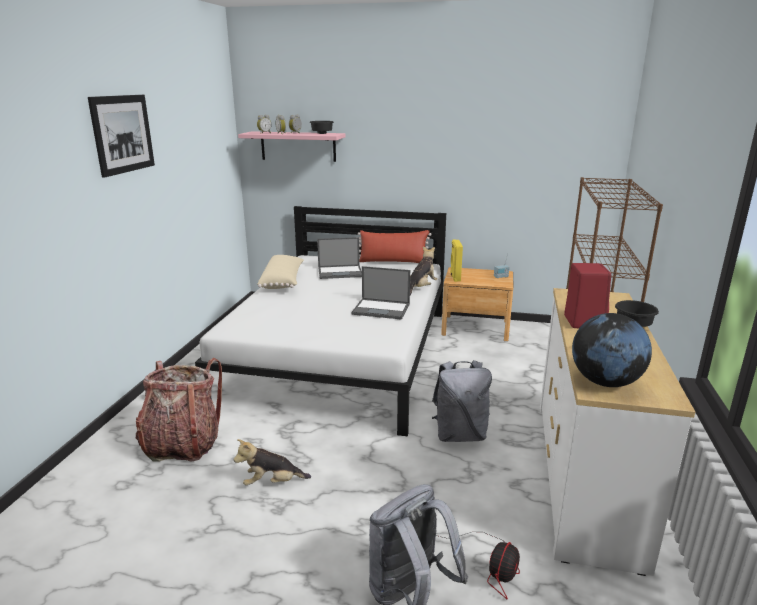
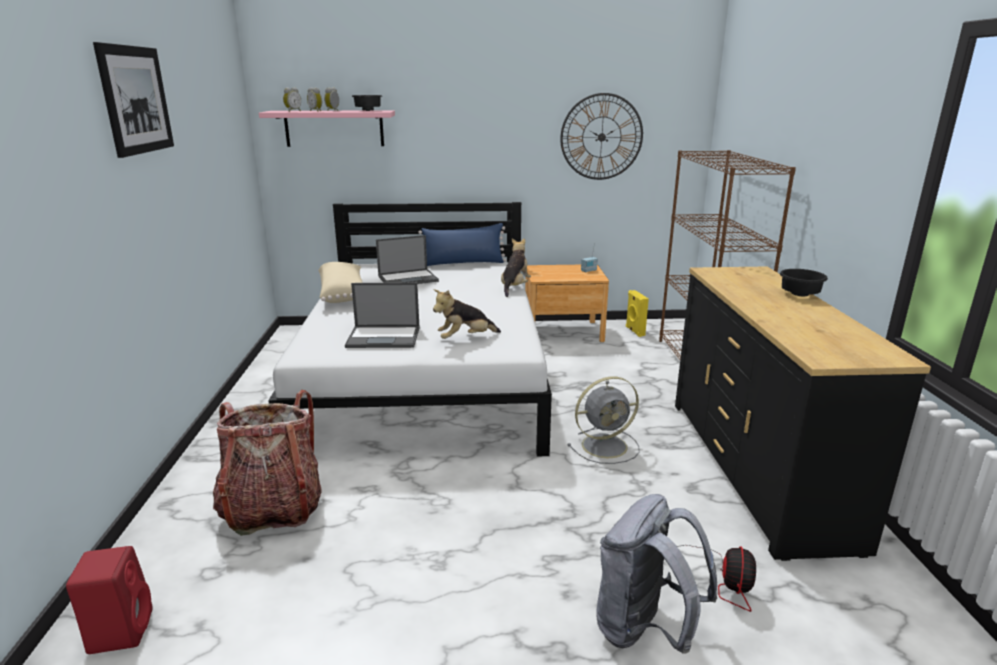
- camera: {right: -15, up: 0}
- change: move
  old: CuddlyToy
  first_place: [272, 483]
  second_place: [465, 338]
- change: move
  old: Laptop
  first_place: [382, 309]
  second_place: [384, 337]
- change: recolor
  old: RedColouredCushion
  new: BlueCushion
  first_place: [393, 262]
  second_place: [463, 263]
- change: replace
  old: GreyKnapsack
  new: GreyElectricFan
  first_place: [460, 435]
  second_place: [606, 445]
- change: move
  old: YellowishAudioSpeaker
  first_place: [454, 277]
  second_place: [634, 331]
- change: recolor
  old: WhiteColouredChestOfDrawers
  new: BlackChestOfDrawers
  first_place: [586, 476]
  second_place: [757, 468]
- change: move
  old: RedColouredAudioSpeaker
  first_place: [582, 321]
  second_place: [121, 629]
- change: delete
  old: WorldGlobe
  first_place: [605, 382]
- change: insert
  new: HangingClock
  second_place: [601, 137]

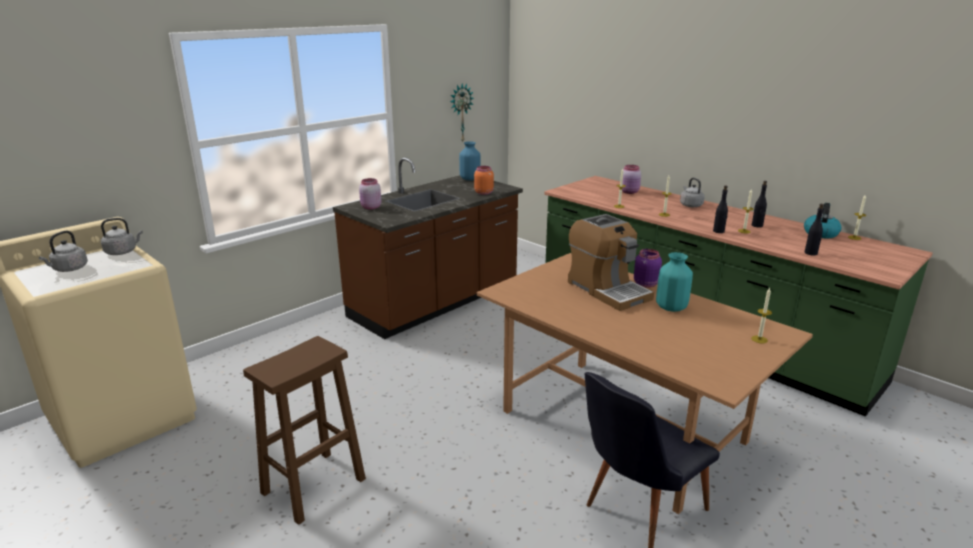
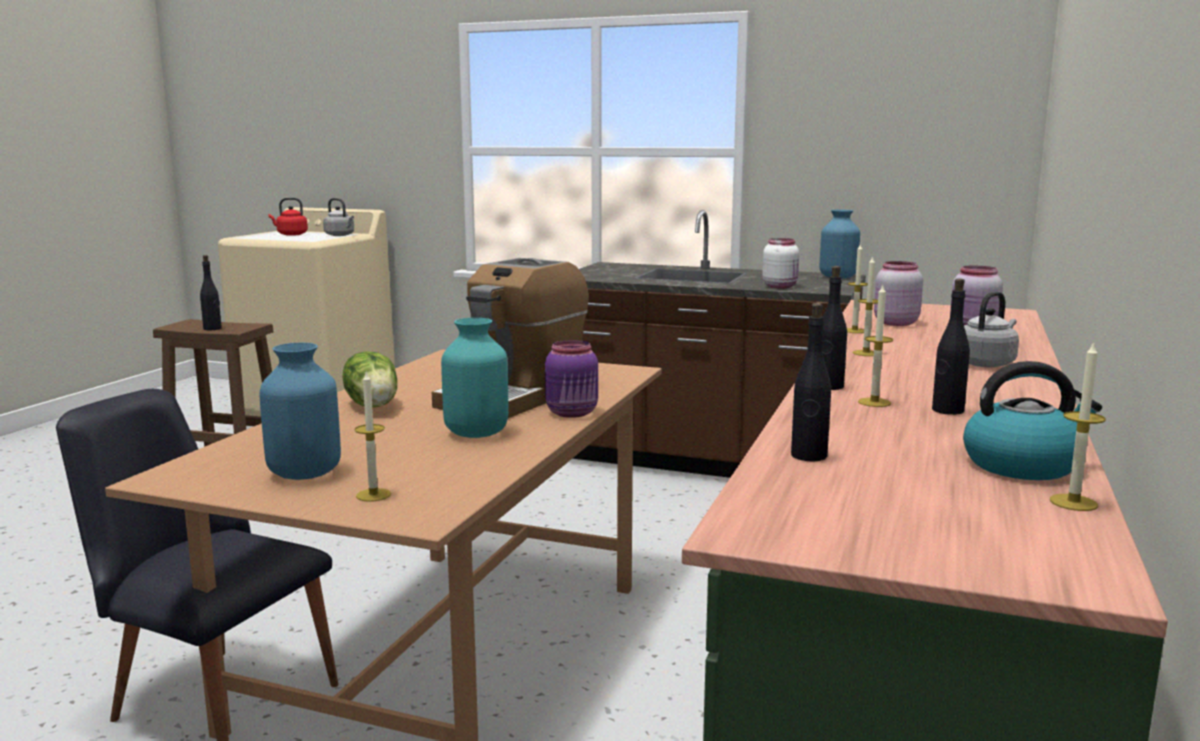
- camera: {right: 65, up: -10}
- change: recolor
  old: GreyWaterKettle
  new: RedColouredWaterKettle
  first_place: [69, 269]
  second_place: [290, 234]
- change: move
  old: PinkJar
  first_place: [370, 207]
  second_place: [894, 323]
- change: delete
  old: HangingClock
  first_place: [460, 113]
- change: recolor
  old: OrangeColouredJar
  new: WhiteColouredJar
  first_place: [483, 192]
  second_place: [780, 286]
- change: insert
  new: BlackBottle
  second_place: [212, 328]
- change: insert
  new: BlueVase
  second_place: [303, 473]
- change: insert
  new: Lettuce
  second_place: [374, 405]

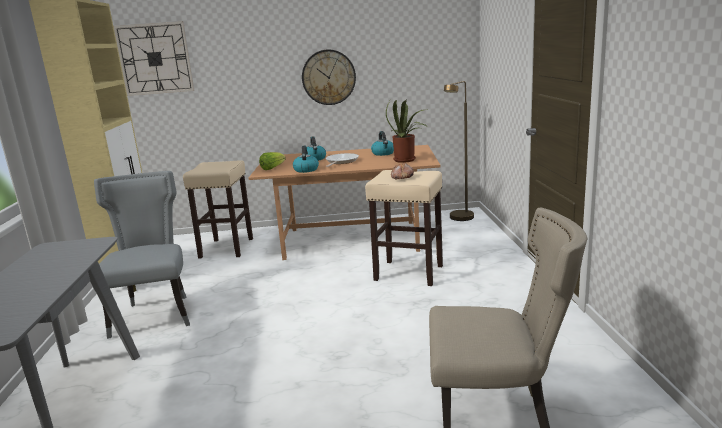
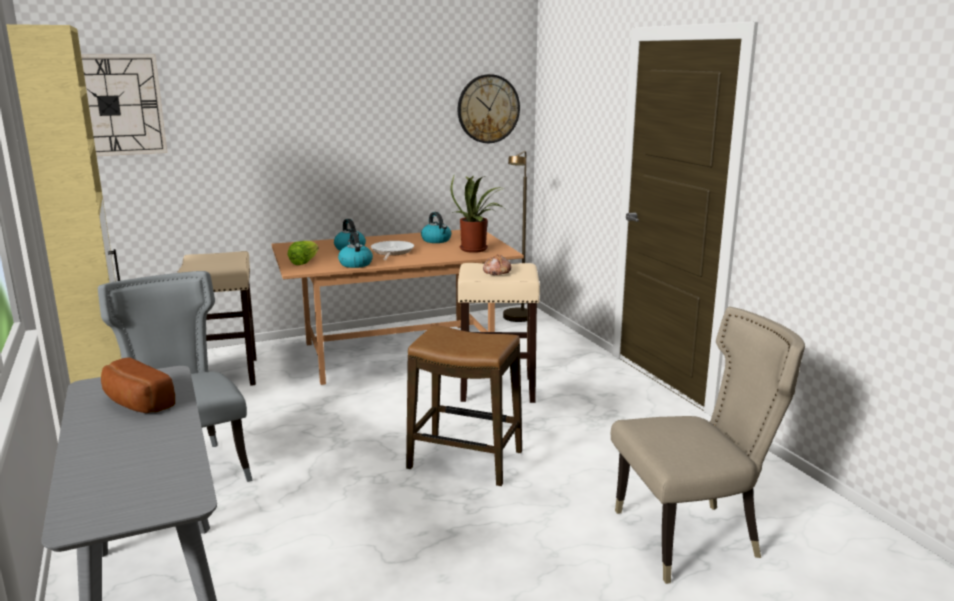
- camera: {right: -20, up: 0}
- change: move
  old: HangingClock
  first_place: [328, 77]
  second_place: [488, 109]
- change: insert
  new: BakedBread
  second_place: [135, 403]
- change: insert
  new: StoolSeat
  second_place: [465, 460]

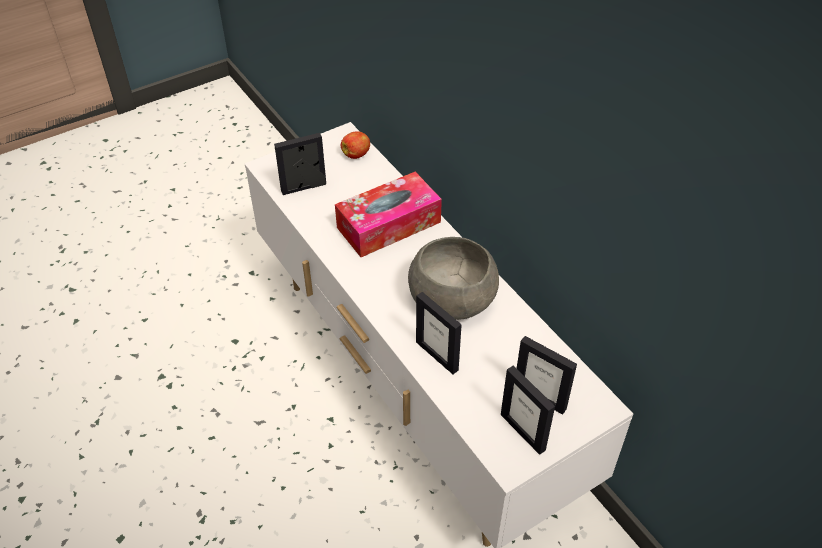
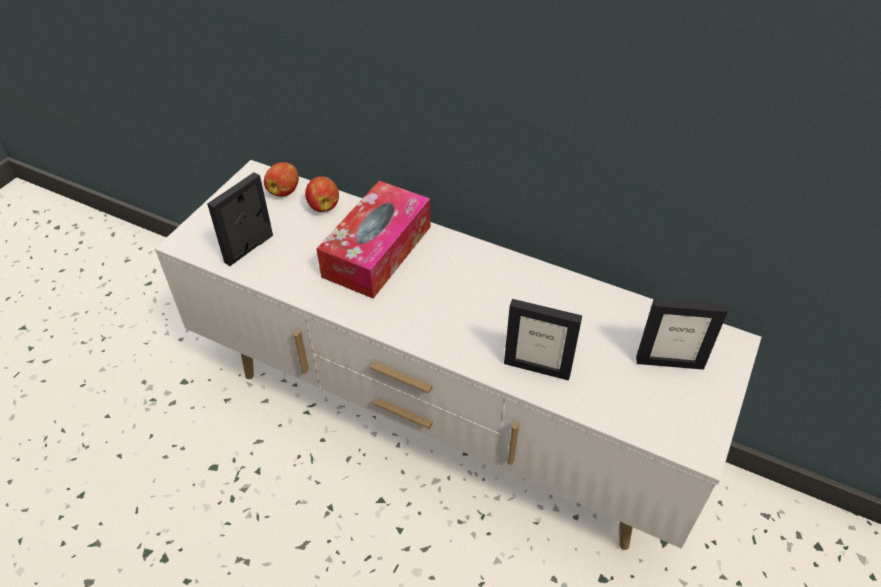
- camera: {right: -30, up: 0}
- change: delete
  old: GreyBowl
  first_place: [453, 299]
- change: delete
  old: StandingFrame
  first_place: [523, 432]
- change: insert
  new: Apple
  second_place: [323, 206]

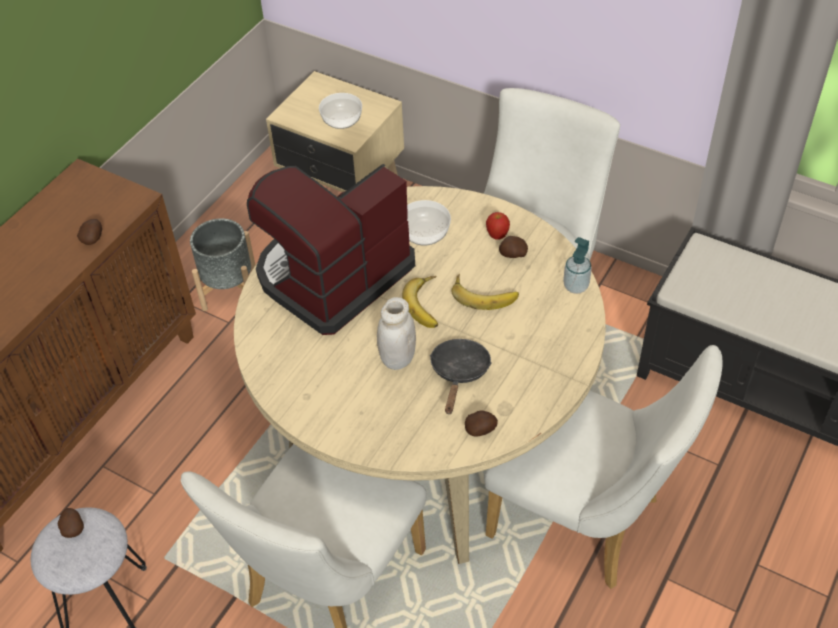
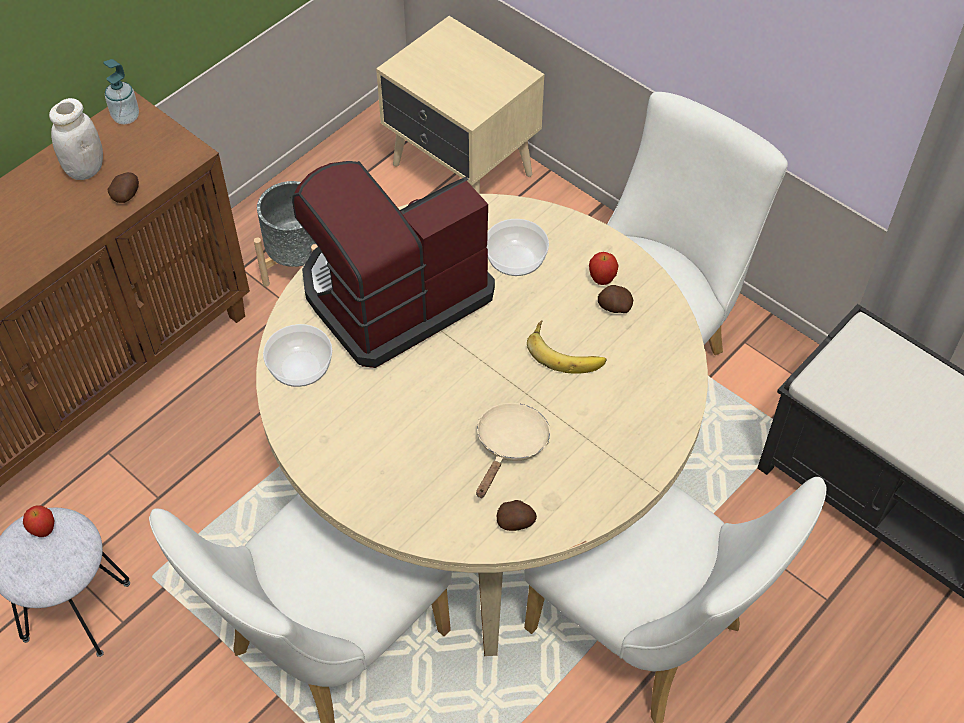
- camera: {right: 10, up: 5}
- change: replace
  old: WholePotato
  new: Apple
  first_place: [73, 528]
  second_place: [44, 530]
- change: move
  old: Bowl
  first_place: [342, 119]
  second_place: [301, 366]
- change: move
  old: WhiteColouredJar
  first_place: [397, 358]
  second_place: [85, 169]
- change: delete
  old: Banana
  first_place: [428, 304]
- change: recolor
  old: BlackFryingPan
  new: BeigeColouredFryingPan
  first_place: [459, 373]
  second_place: [510, 446]
- change: move
  old: SoapBottle
  first_place: [575, 286]
  second_place: [126, 117]

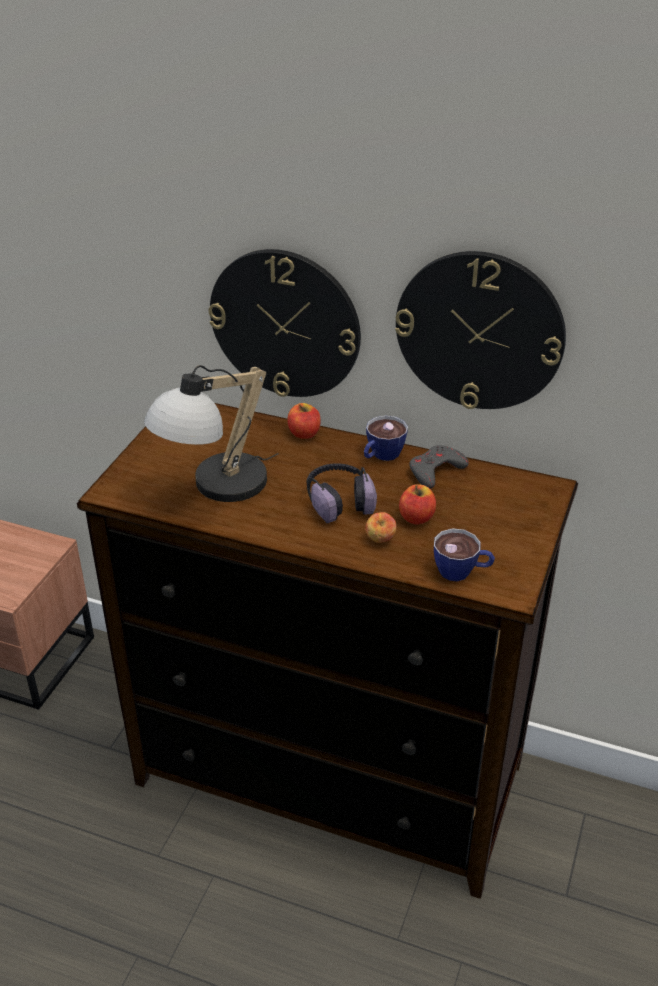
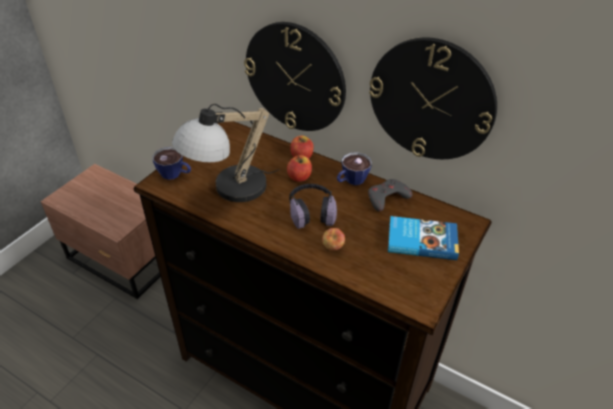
- camera: {right: 10, up: 5}
- change: move
  old: Apple
  first_place: [416, 517]
  second_place: [299, 177]
- change: move
  old: SmallCup
  first_place: [462, 572]
  second_place: [175, 174]
- change: insert
  new: Volume
  second_place: [421, 240]

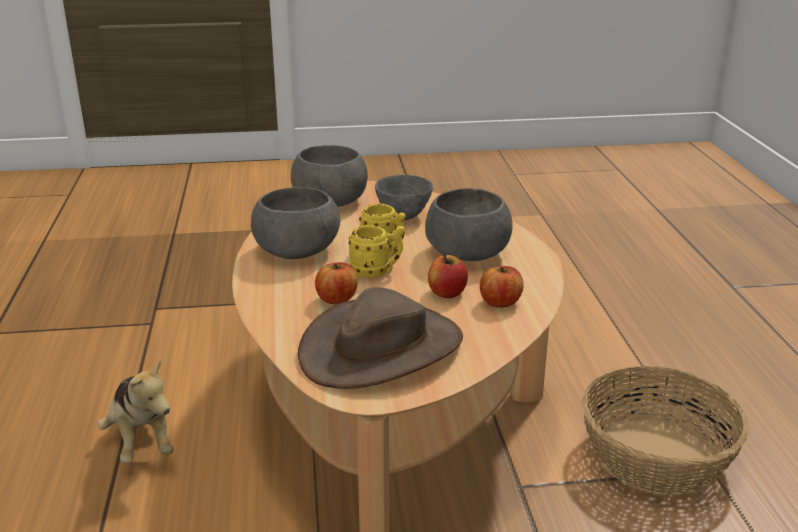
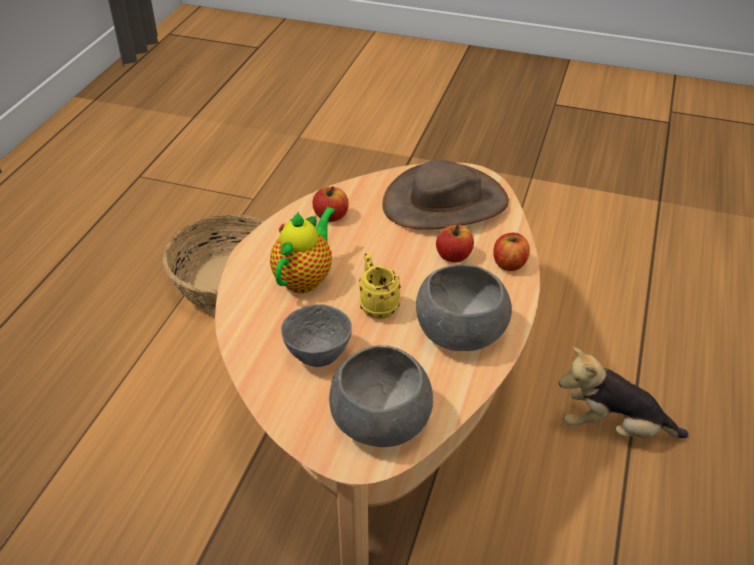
- camera: {right: -155, up: 15}
- change: rotate
  old: CuddlyToy
  first_place: [142, 441]
  second_place: [613, 428]
  degrees: -75
- change: delete
  old: YellowishCoffeeMug
  first_place: [377, 272]
- change: replace
  old: GreyBowl
  new: PotForTea
  first_place: [466, 252]
  second_place: [305, 278]
- change: move
  old: Apple
  first_place: [447, 293]
  second_place: [509, 264]

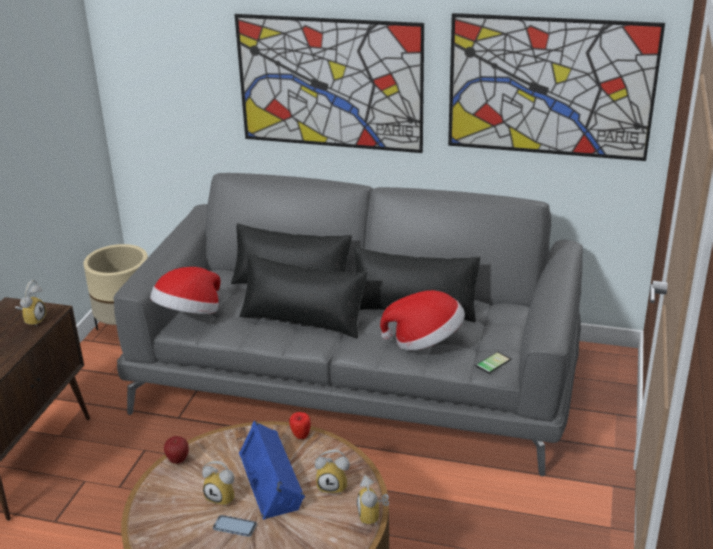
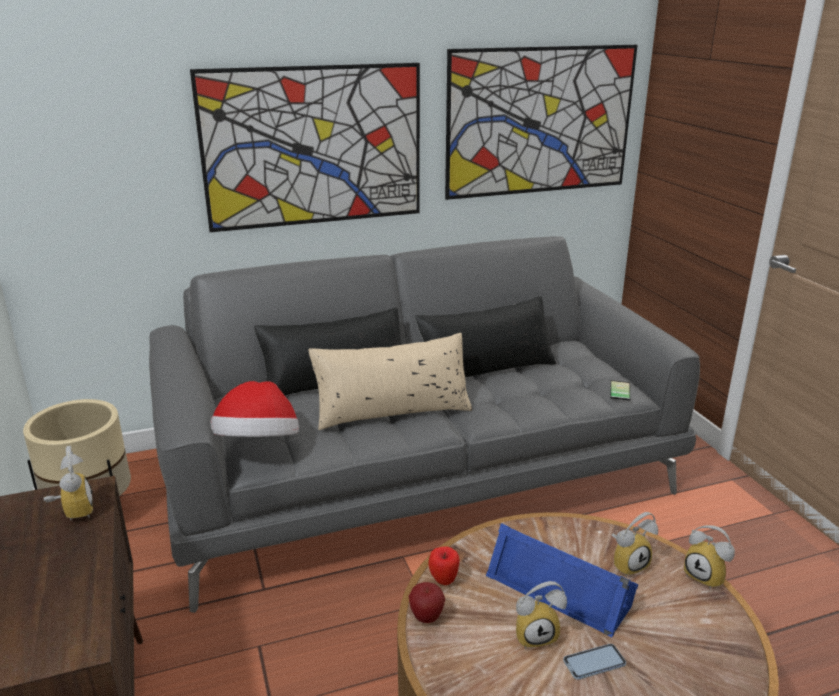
- camera: {right: -35, up: -5}
- change: recolor
  old: BlackCushion
  new: BeigeColouredCushion
  first_place: [303, 319]
  second_place: [392, 410]
- change: move
  old: Apple
  first_place: [300, 436]
  second_place: [443, 581]
- change: delete
  old: WearableHat
  first_place: [425, 341]

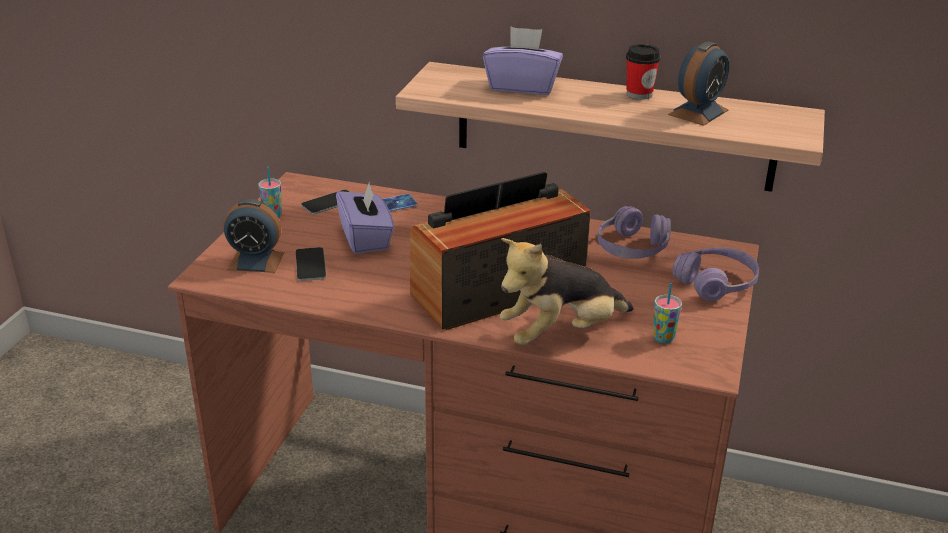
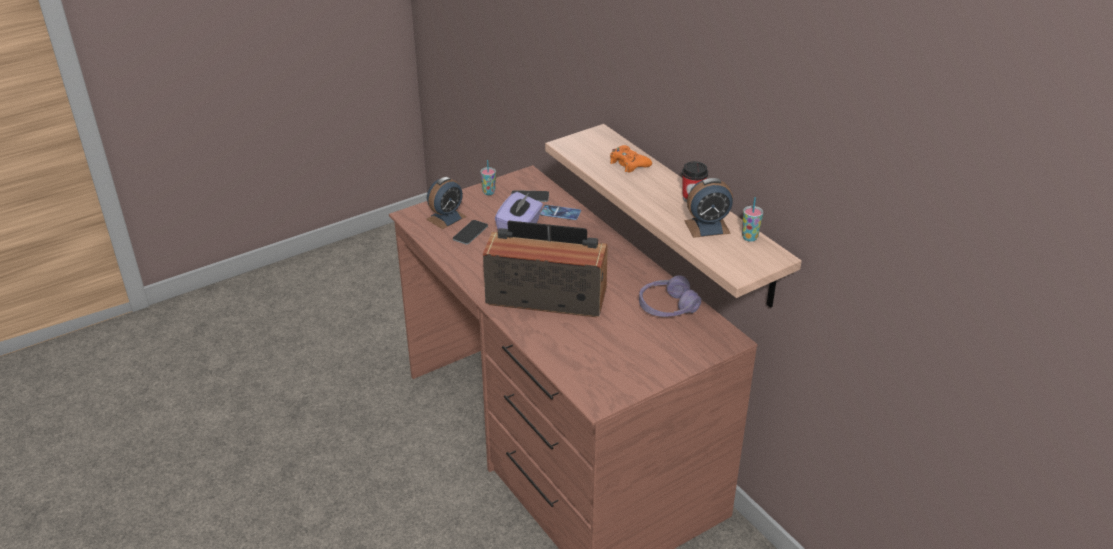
- camera: {right: 40, up: 5}
- change: rotate
  old: AlarmClock
  first_place: [256, 261]
  second_place: [446, 218]
  degrees: -90
- change: replace
  old: PurpleColouredTissueHolder
  new: OrangeColouredJoypad
  first_place: [522, 86]
  second_place: [628, 164]
- change: delete
  old: CuddlyToy
  first_place: [561, 333]
- change: move
  old: SmallCup
  first_place: [663, 338]
  second_place: [749, 237]
- change: delete
  old: PurpleColouredHeadset
  first_place: [716, 284]

